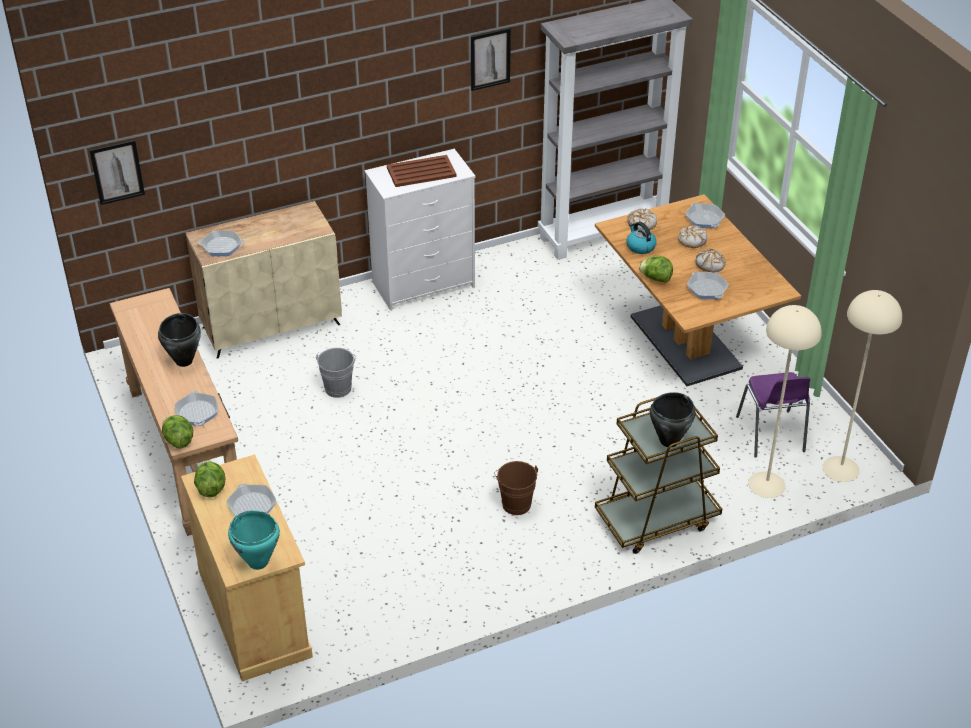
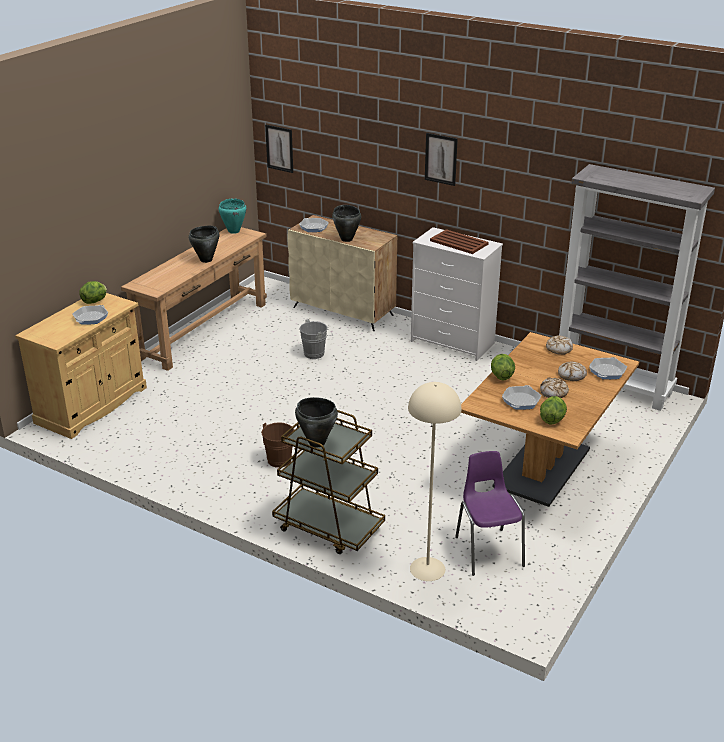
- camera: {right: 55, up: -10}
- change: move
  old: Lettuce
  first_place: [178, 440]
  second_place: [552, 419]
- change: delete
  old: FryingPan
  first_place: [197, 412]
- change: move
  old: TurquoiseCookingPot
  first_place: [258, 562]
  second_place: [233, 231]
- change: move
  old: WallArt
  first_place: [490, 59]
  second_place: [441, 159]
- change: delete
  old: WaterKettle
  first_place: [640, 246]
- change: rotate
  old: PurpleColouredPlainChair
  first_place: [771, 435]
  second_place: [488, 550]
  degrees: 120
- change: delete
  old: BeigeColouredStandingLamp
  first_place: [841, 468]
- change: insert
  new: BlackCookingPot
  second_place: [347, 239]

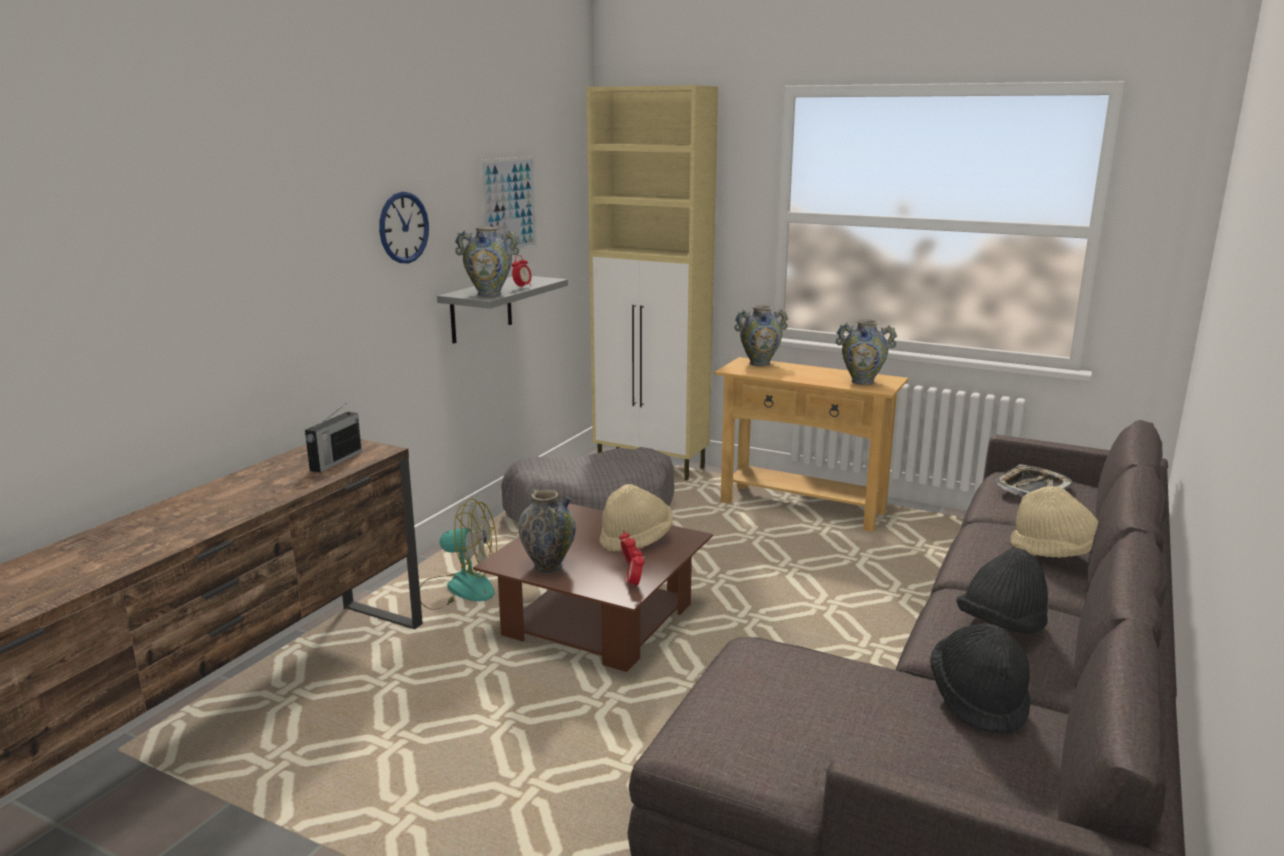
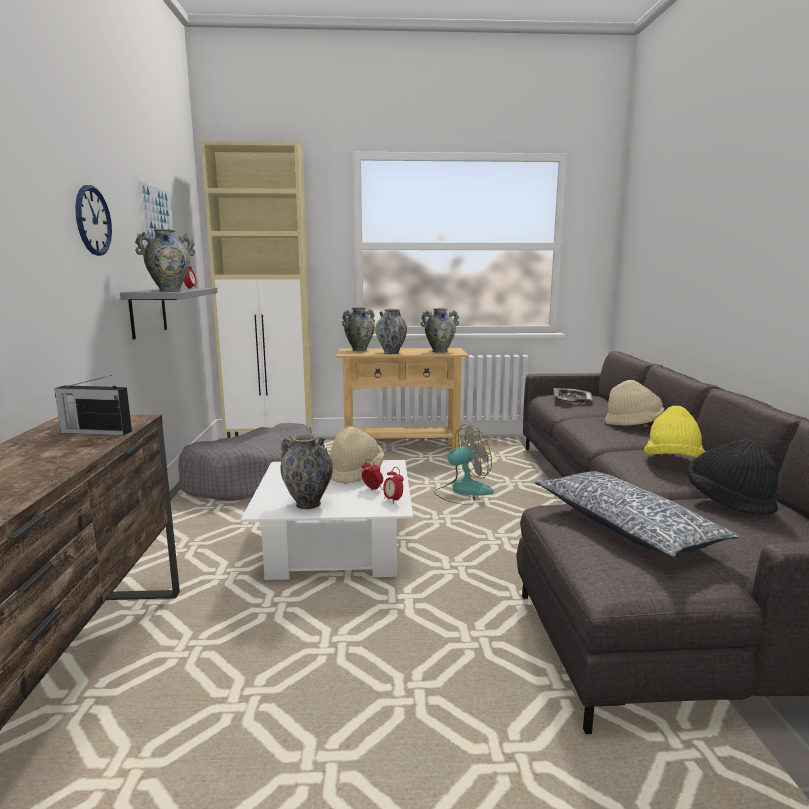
- camera: {right: -30, up: -5}
- change: rotate
  old: Radio
  first_place: [335, 461]
  second_place: [95, 432]
  degrees: 105
- change: move
  old: ElectricFan
  first_place: [458, 589]
  second_place: [462, 492]
- change: recolor
  old: BrownishCoffeeTable
  new: WhiteColouredCoffeeTable
  first_place: [598, 620]
  second_place: [335, 547]
- change: recolor
  old: BlackWearableHat
  new: YellowishWearableHat
  first_place: [1001, 626]
  second_place: [672, 461]
- change: insert
  new: Vase
  second_place: [391, 353]
- change: insert
  new: Cushion
  second_place: [625, 526]

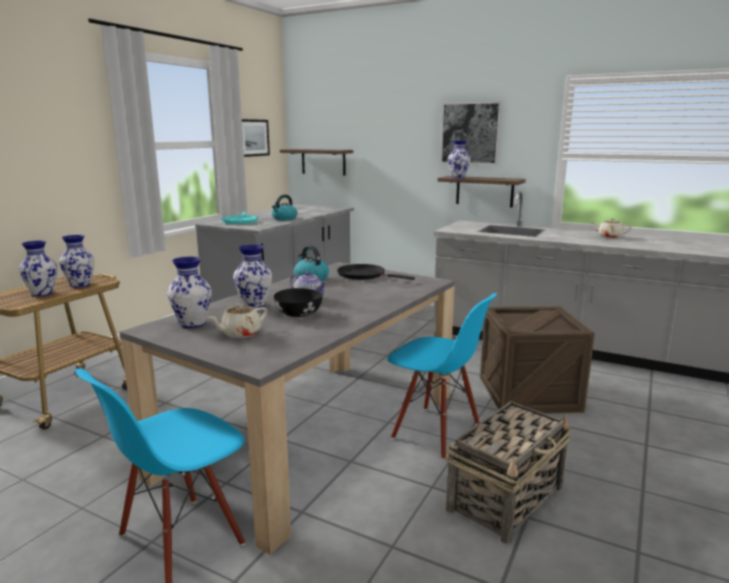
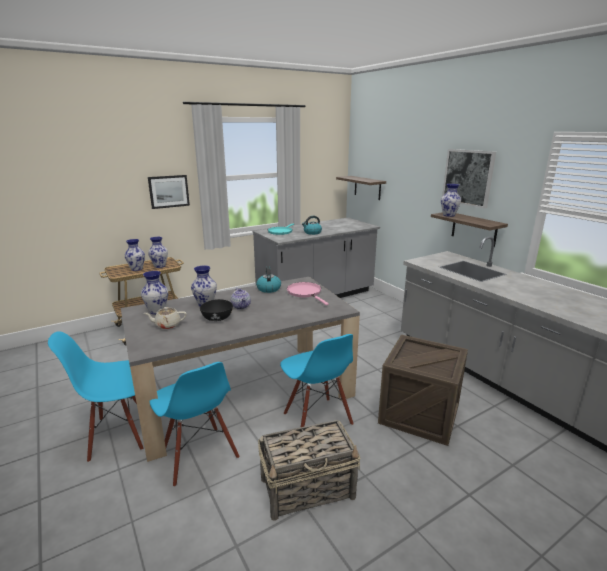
- camera: {right: 30, up: 5}
- change: move
  old: WallArt
  first_place: [253, 138]
  second_place: [169, 191]
- change: recolor
  old: BlackFryingPan
  new: PinkFryingPan
  first_place: [364, 275]
  second_place: [305, 293]
- change: delete
  old: BeigeColouredPotForTea
  first_place: [609, 237]
- change: insert
  new: BluePlainChair
  second_place: [199, 455]

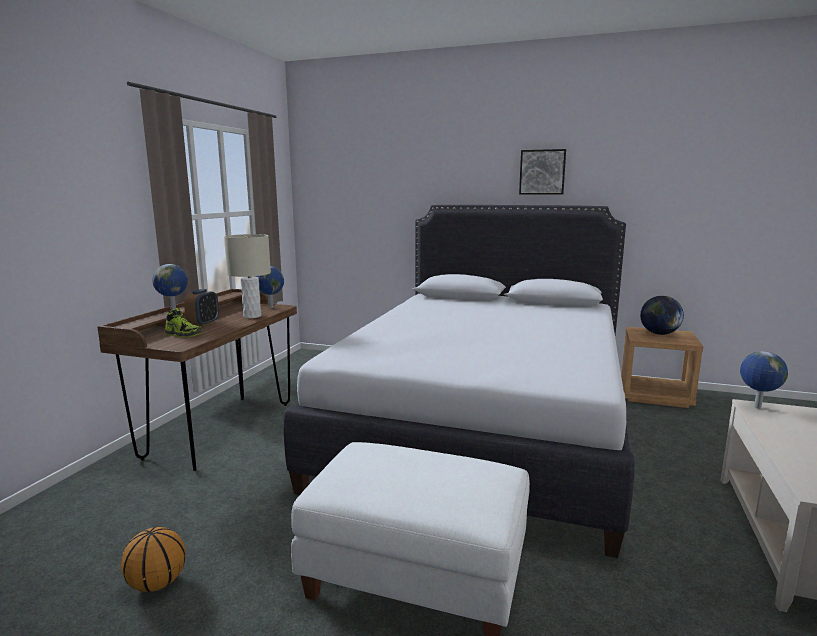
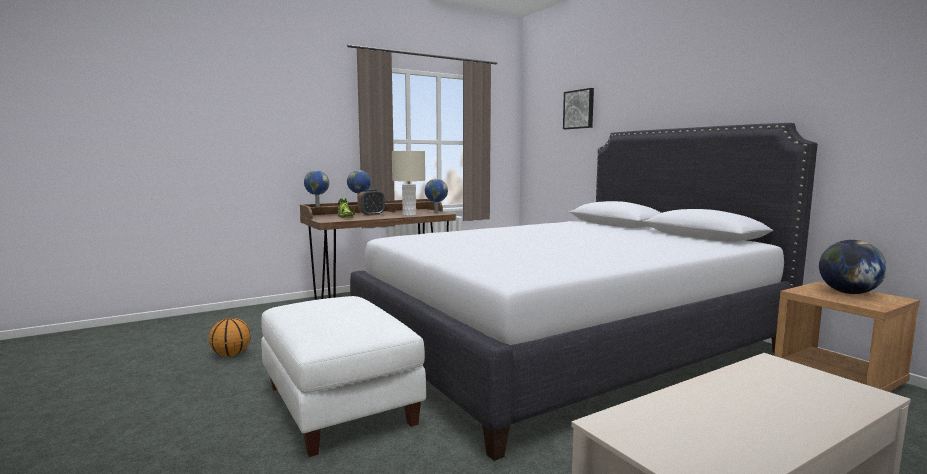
- camera: {right: 40, up: -5}
- change: move
  old: WallArt
  first_place: [542, 172]
  second_place: [579, 109]
- change: move
  old: WorldGlobe
  first_place: [757, 407]
  second_place: [317, 206]

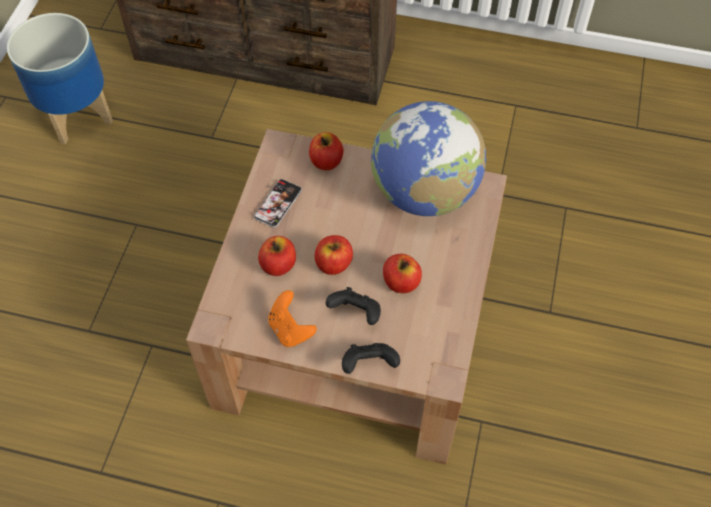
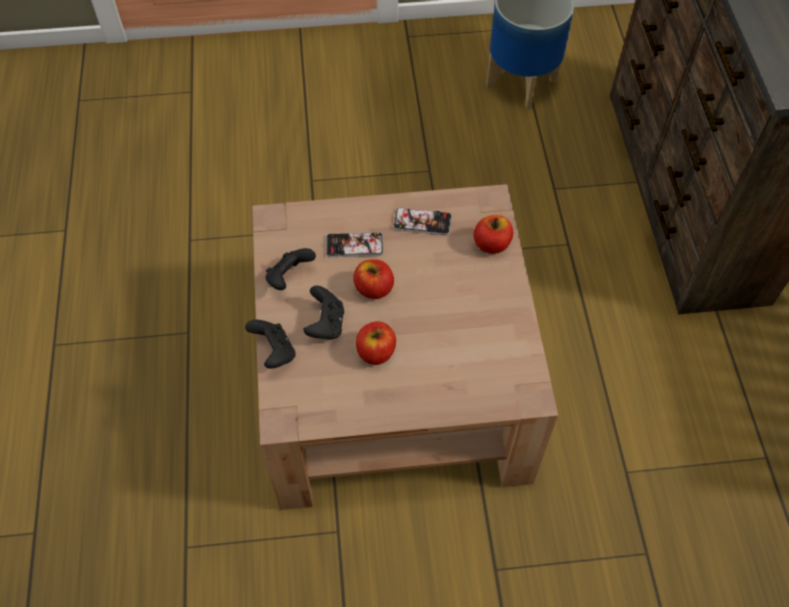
- camera: {right: 70, up: 0}
- change: replace
  old: Apple
  new: Phone
  first_place: [278, 265]
  second_place: [354, 245]
- change: recolor
  old: OrangeColouredJoypad
  new: BlackJoypad
  first_place: [290, 329]
  second_place: [289, 278]
- change: delete
  old: WorldGlobe
  first_place: [424, 192]

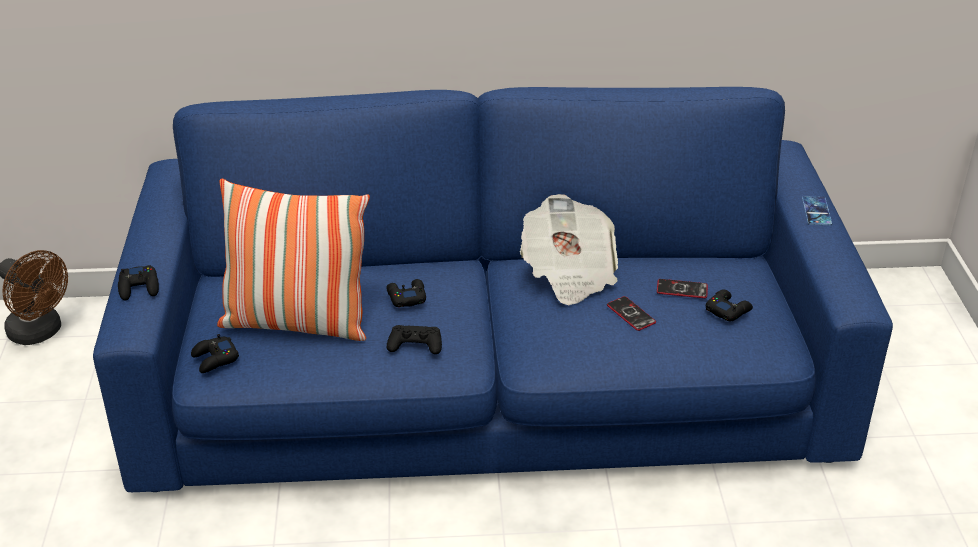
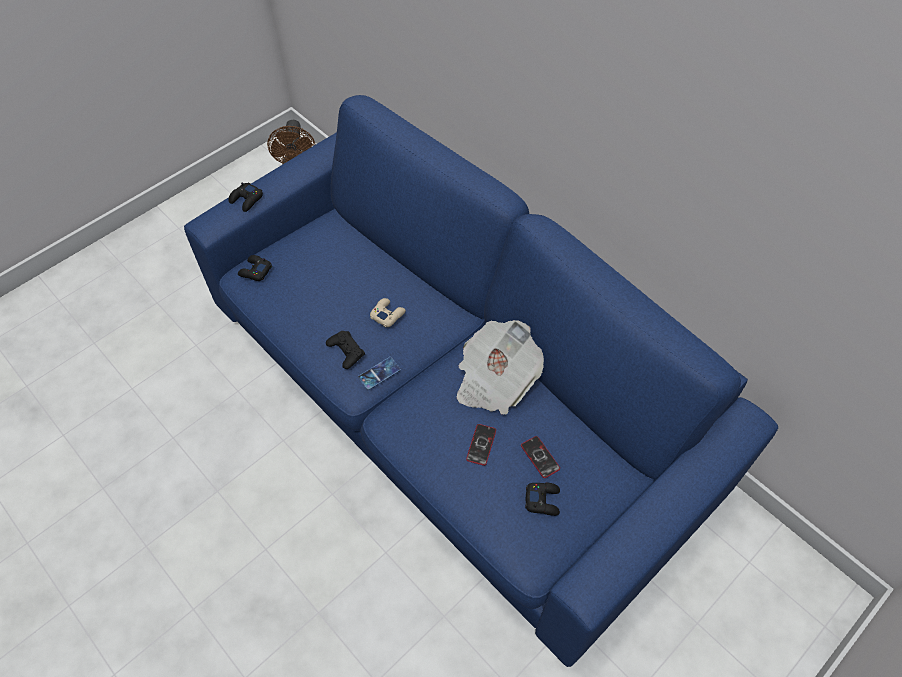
- camera: {right: 50, up: 20}
- change: delete
  old: Cushion
  first_place: [296, 323]
- change: recolor
  old: BlackJoypad
  new: BeigeColouredJoypad
  first_place: [406, 297]
  second_place: [387, 314]
- change: move
  old: Phone
  first_place: [816, 211]
  second_place: [379, 373]

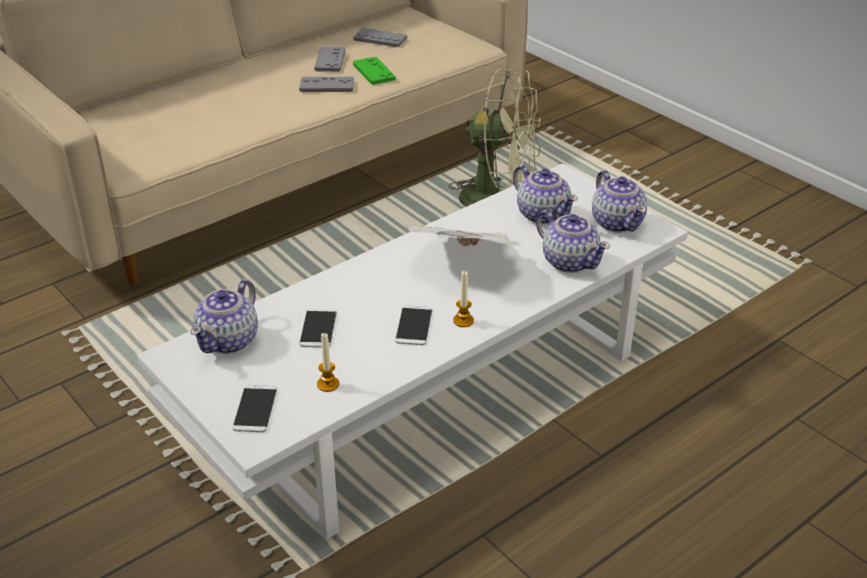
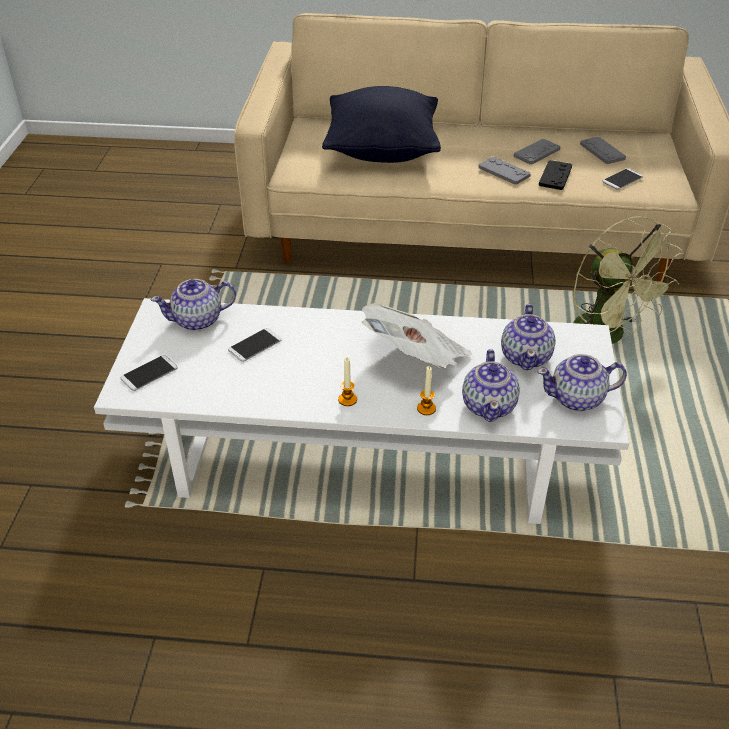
- camera: {right: 45, up: 5}
- change: move
  old: Candle
  first_place: [328, 384]
  second_place: [426, 408]
- change: recolor
  old: GreenColouredJoypad
  new: BlackJoypad
  first_place: [374, 72]
  second_place: [555, 176]
- change: move
  old: Phone
  first_place: [414, 326]
  second_place: [622, 179]
- change: rotate
  old: PotForTea
  first_place: [617, 222]
  second_place: [577, 399]
  degrees: 60
- change: insert
  new: BlackCushion
  second_place: [382, 151]

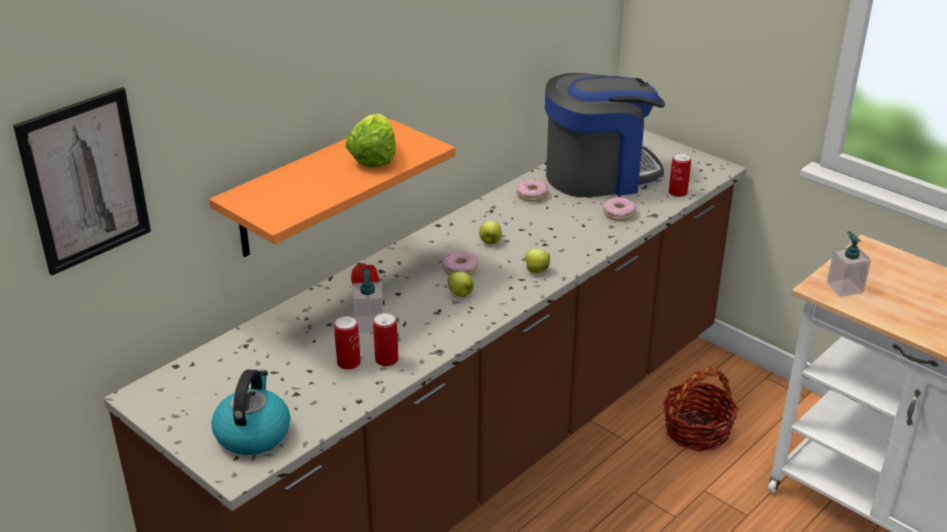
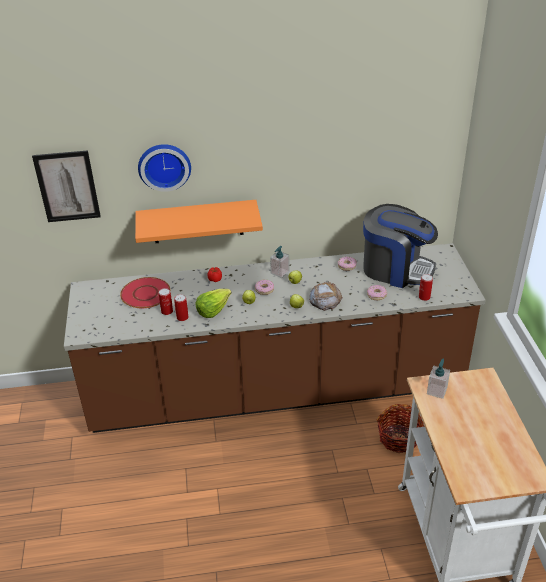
- camera: {right: 40, up: 5}
- change: delete
  old: WaterKettle
  first_place: [253, 433]
- change: move
  old: Lettuce
  first_place: [373, 157]
  second_place: [213, 310]
- change: move
  old: SoapBottle
  first_place: [369, 324]
  second_place: [280, 272]
- change: insert
  new: RedColouredPlate
  second_place: [146, 294]
- change: insert
  new: HangingClock
  second_place: [164, 165]
- change: insert
  new: BakedBread
  second_place: [325, 299]

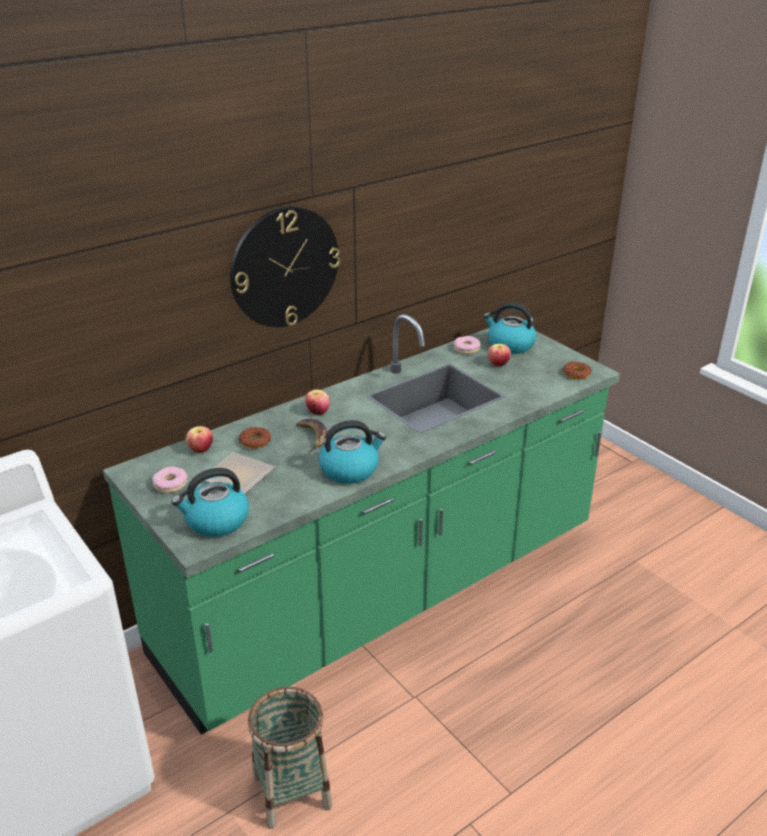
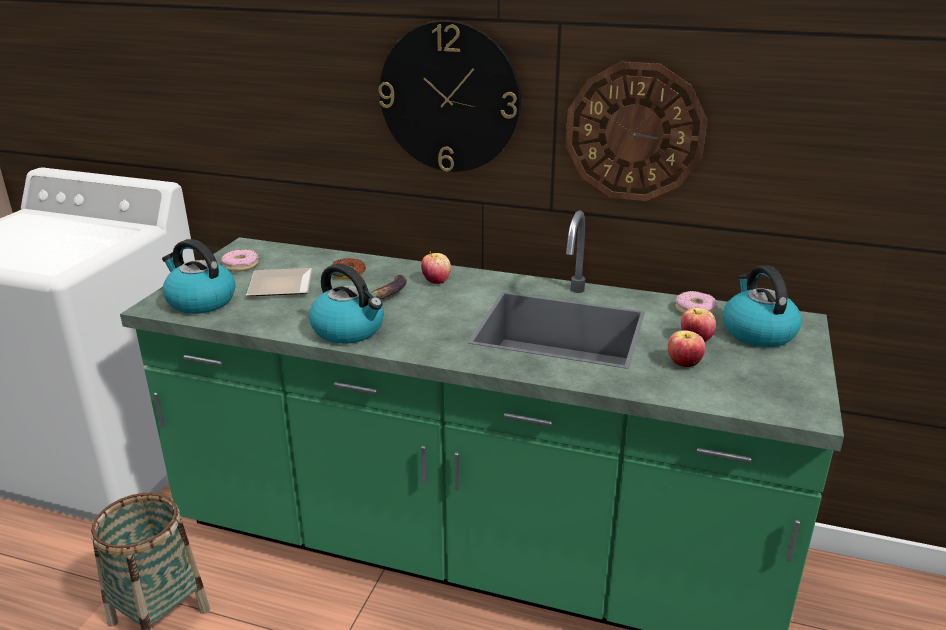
- camera: {right: 55, up: -5}
- change: move
  old: Apple
  first_place: [201, 450]
  second_place: [684, 364]
- change: delete
  old: Donut
  first_place: [576, 374]
- change: insert
  new: HangingClock
  second_place: [634, 132]

